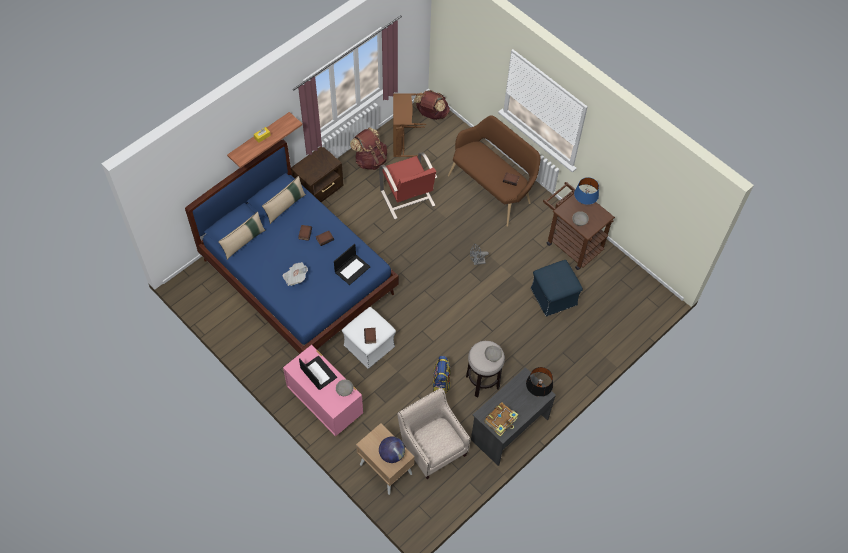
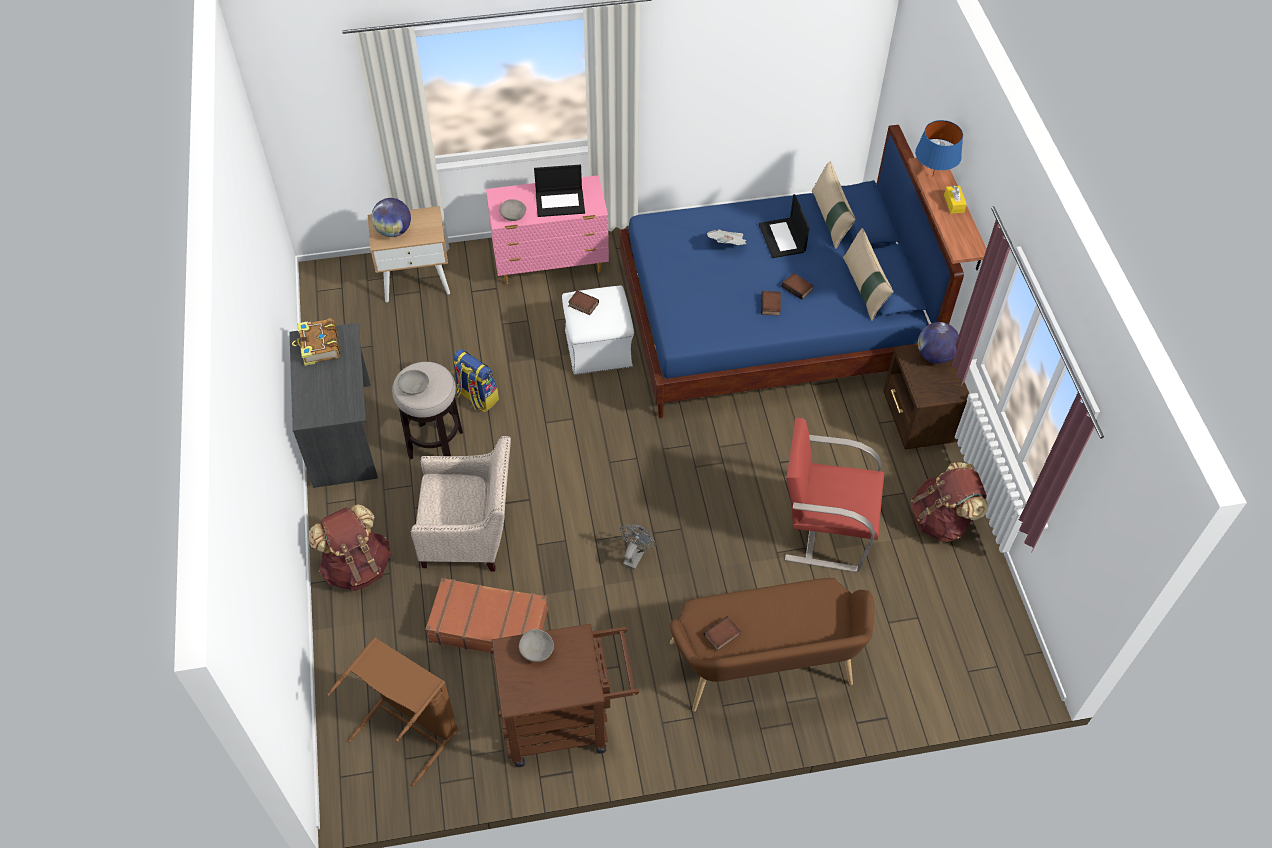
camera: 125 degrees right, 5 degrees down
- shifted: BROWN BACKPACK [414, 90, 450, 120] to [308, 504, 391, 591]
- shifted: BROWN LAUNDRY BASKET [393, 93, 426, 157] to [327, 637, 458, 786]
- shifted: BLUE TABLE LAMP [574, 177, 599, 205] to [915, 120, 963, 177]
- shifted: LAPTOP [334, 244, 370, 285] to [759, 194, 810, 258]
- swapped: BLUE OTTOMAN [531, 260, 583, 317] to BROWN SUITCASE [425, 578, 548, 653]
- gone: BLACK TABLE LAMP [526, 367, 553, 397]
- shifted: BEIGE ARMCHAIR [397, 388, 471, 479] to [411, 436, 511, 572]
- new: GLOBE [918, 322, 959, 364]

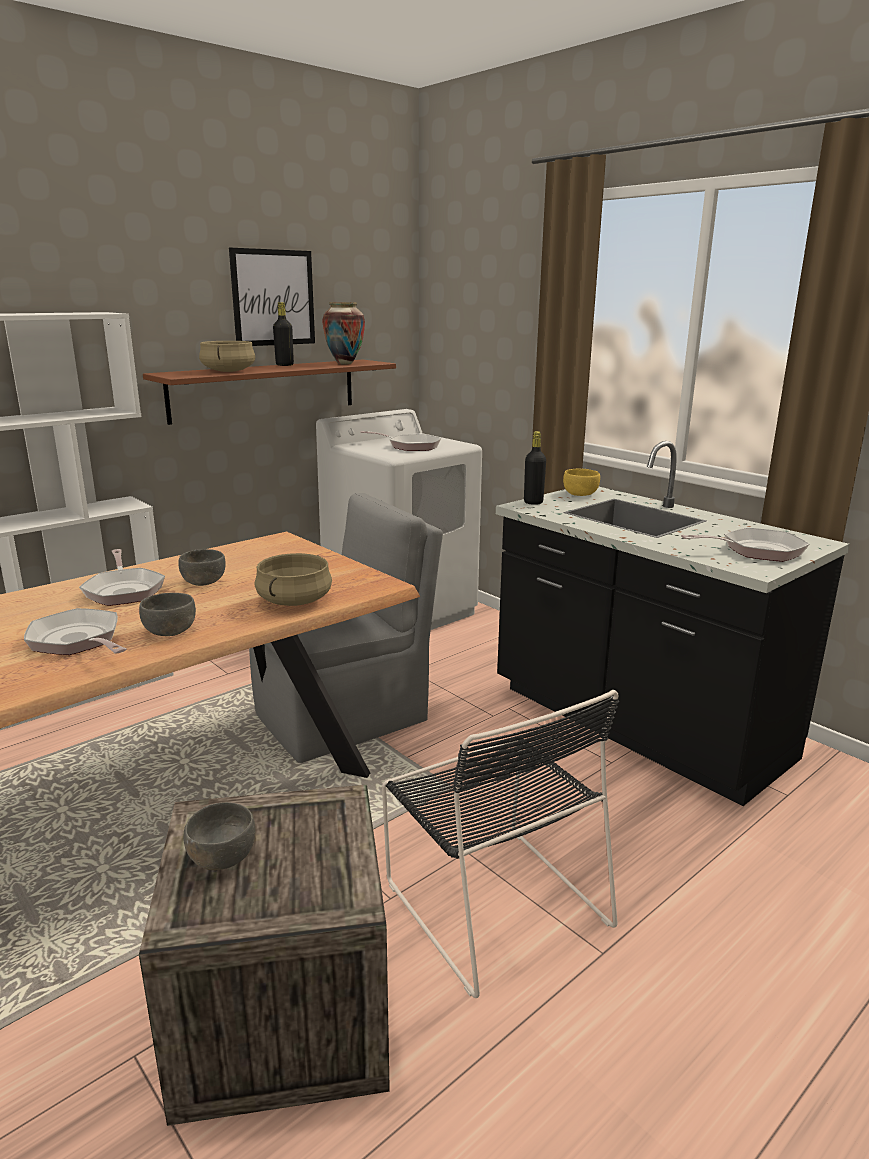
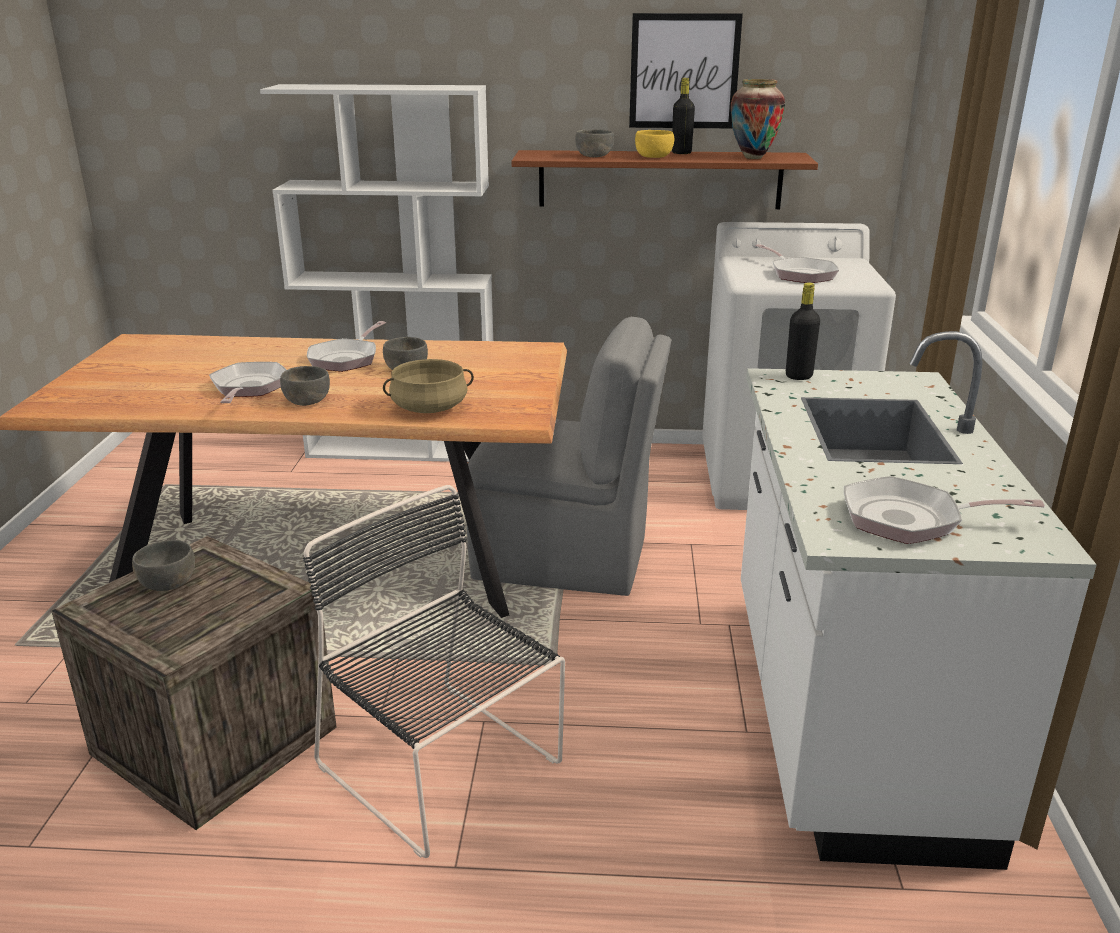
camera: 45 degrees right, 5 degrees up
- swapped: BEIGE COOKING POT [199, 341, 255, 372] to GREY BOWL [575, 129, 614, 157]
- repainted: BLACK COUNTER [496, 441, 850, 806] to WHITE COUNTER [741, 331, 1097, 870]
- shifted: YELLOW BOWL [563, 468, 600, 496] to [635, 130, 674, 158]
- rotated: FRYING PAN [681, 528, 810, 562] = [844, 476, 1045, 544] 150 degrees clockwise
- rotated: BLACK CHAIR [382, 690, 619, 998] = [303, 485, 565, 858] 120 degrees clockwise

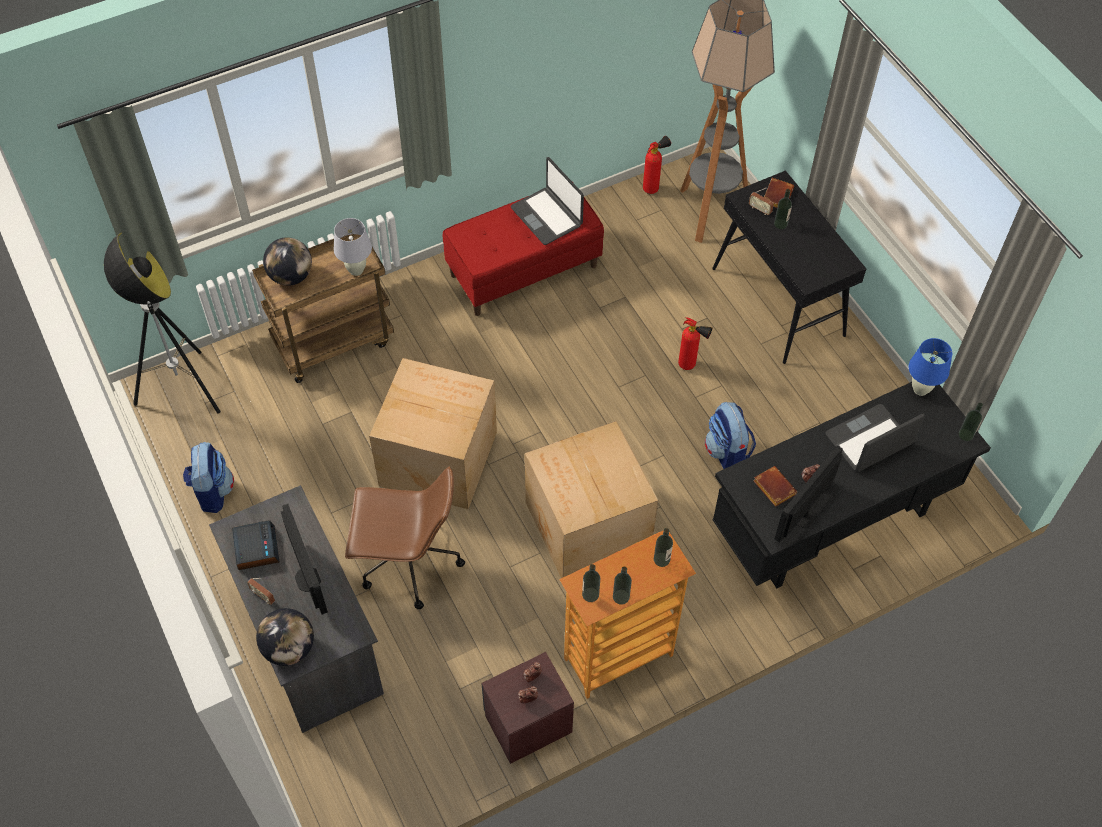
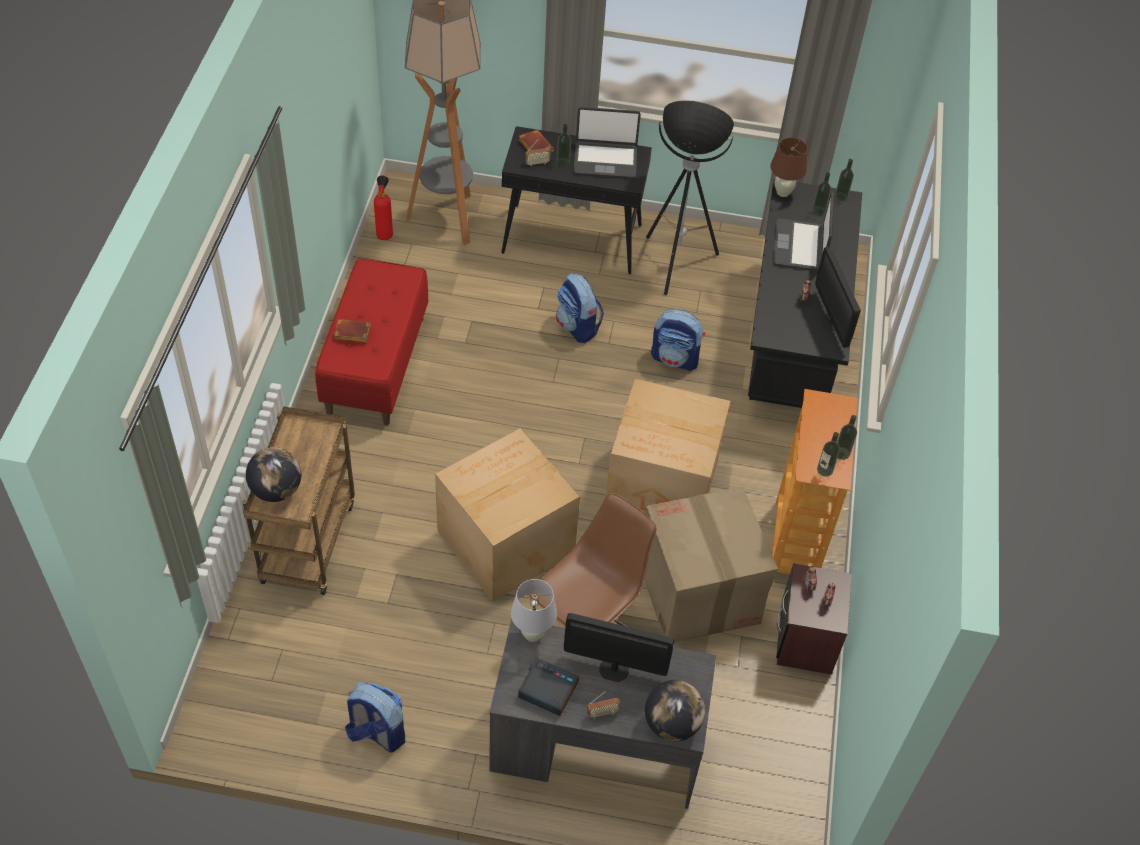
camera: 55 degrees left, 5 degrees down
- shifted: LAPTOP [511, 157, 584, 245] to [574, 107, 641, 178]
- shifted: WHITE TABLE LAMP [334, 218, 372, 276] to [511, 579, 557, 642]
- shifted: FLOOR LAMP [104, 232, 220, 414] to [646, 100, 734, 295]
- swapped: FIRE EXTINGUISHER [678, 317, 712, 370] to BACKPACK [556, 273, 604, 343]
- repainted: BLUE TABLE LAMP [909, 338, 952, 396] to BROWN TABLE LAMP [770, 138, 808, 197]
- shifted: BROWN BOOK [753, 466, 797, 507] to [334, 319, 371, 343]
- shifted: BOTTLE [654, 528, 673, 567] to [812, 172, 831, 215]
- new: CARDBOARD BOX [644, 487, 778, 642]

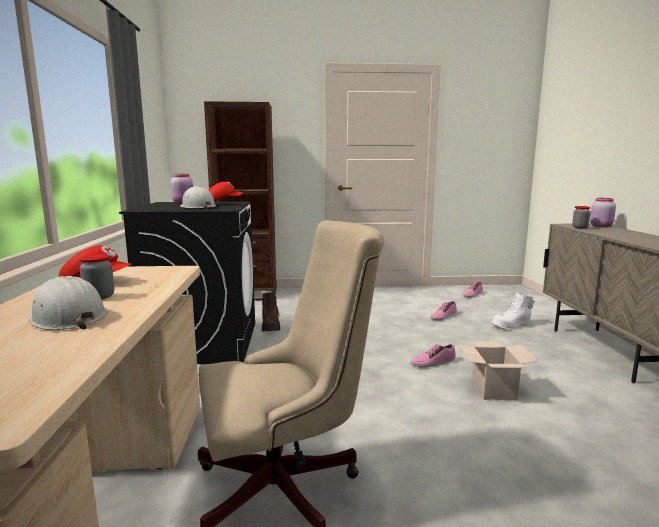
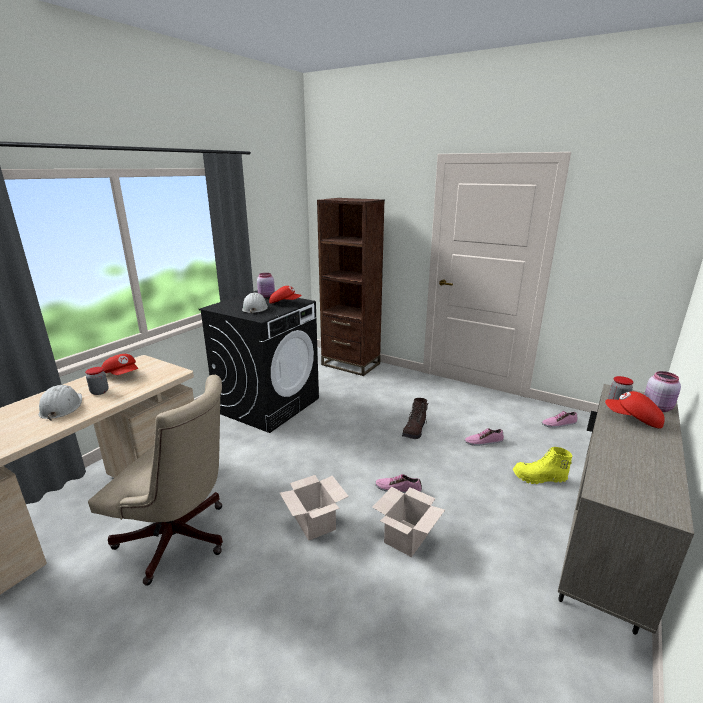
camera: 35 degrees right, 10 degrees up
- shifted: BROWN BOOT [262, 293, 280, 332] to [402, 398, 428, 439]
- repainted: WHITE BOOT [492, 293, 535, 330] to YELLOW BOOT [513, 447, 573, 484]
- new: RED CAP [605, 391, 665, 429]
- new: CARDBOARD BOX [280, 475, 349, 541]

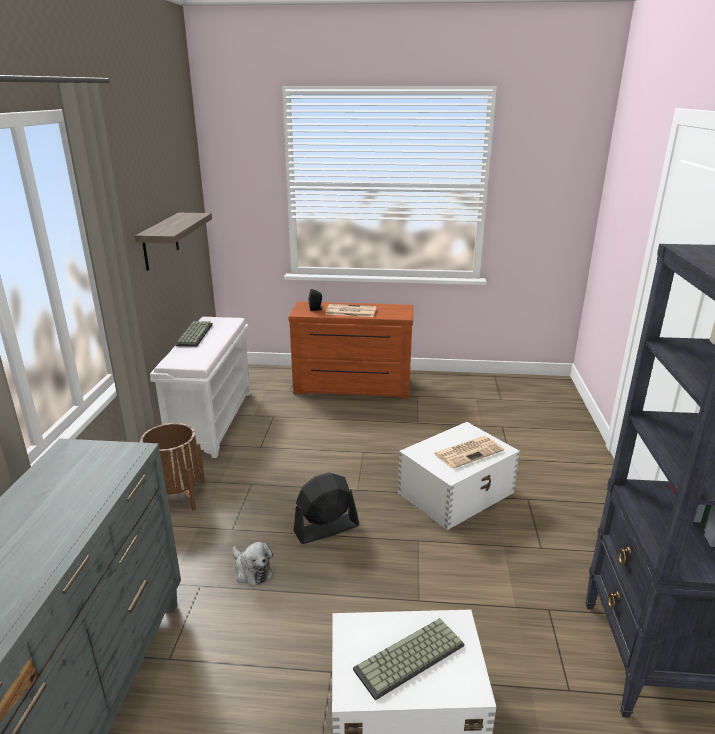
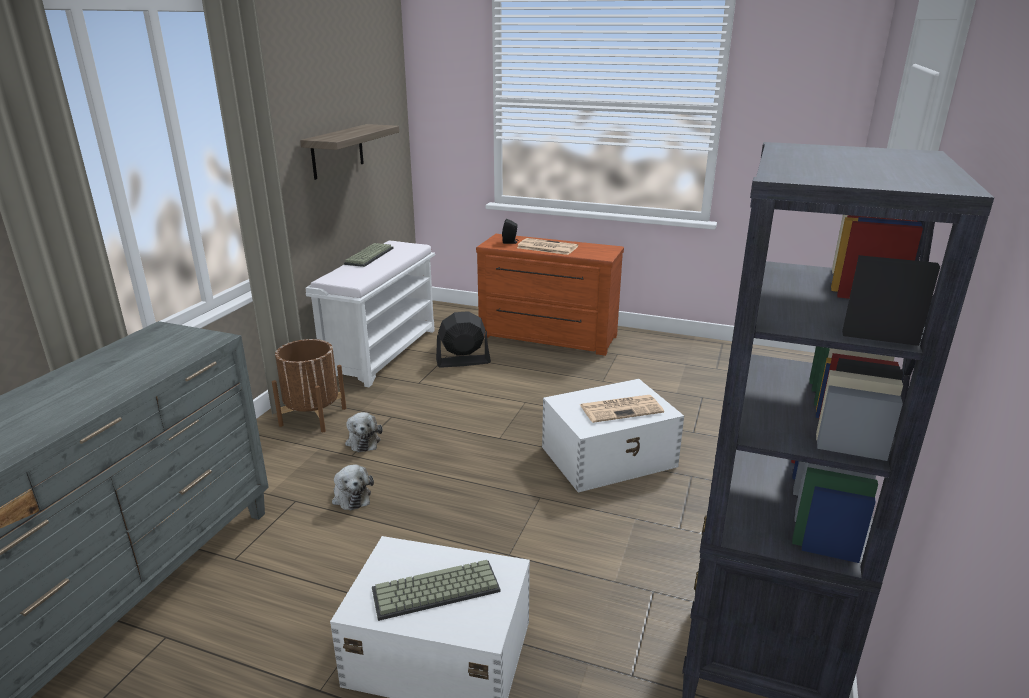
camera: 15 degrees right, 0 degrees up
- shifted: BLACK FAN [293, 472, 359, 544] to [436, 311, 491, 368]
- new: PLUSH TOY [345, 412, 382, 452]

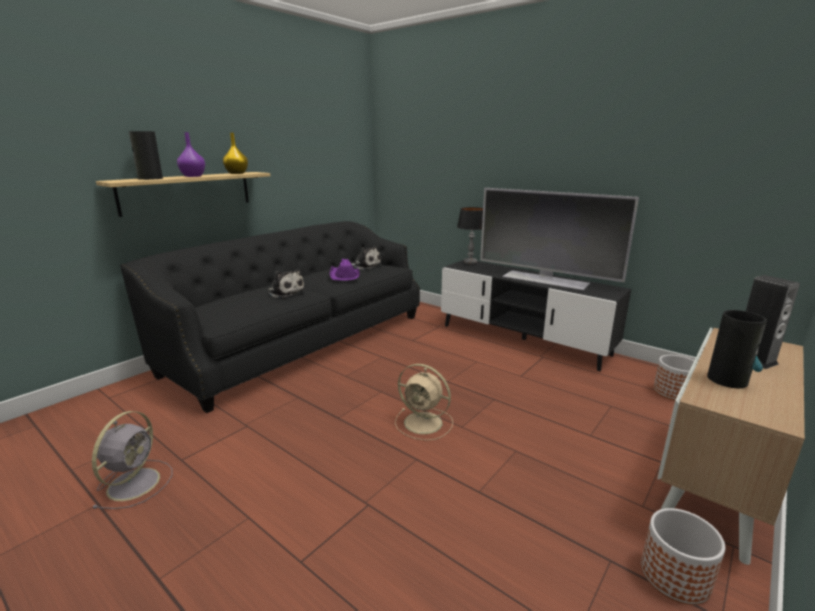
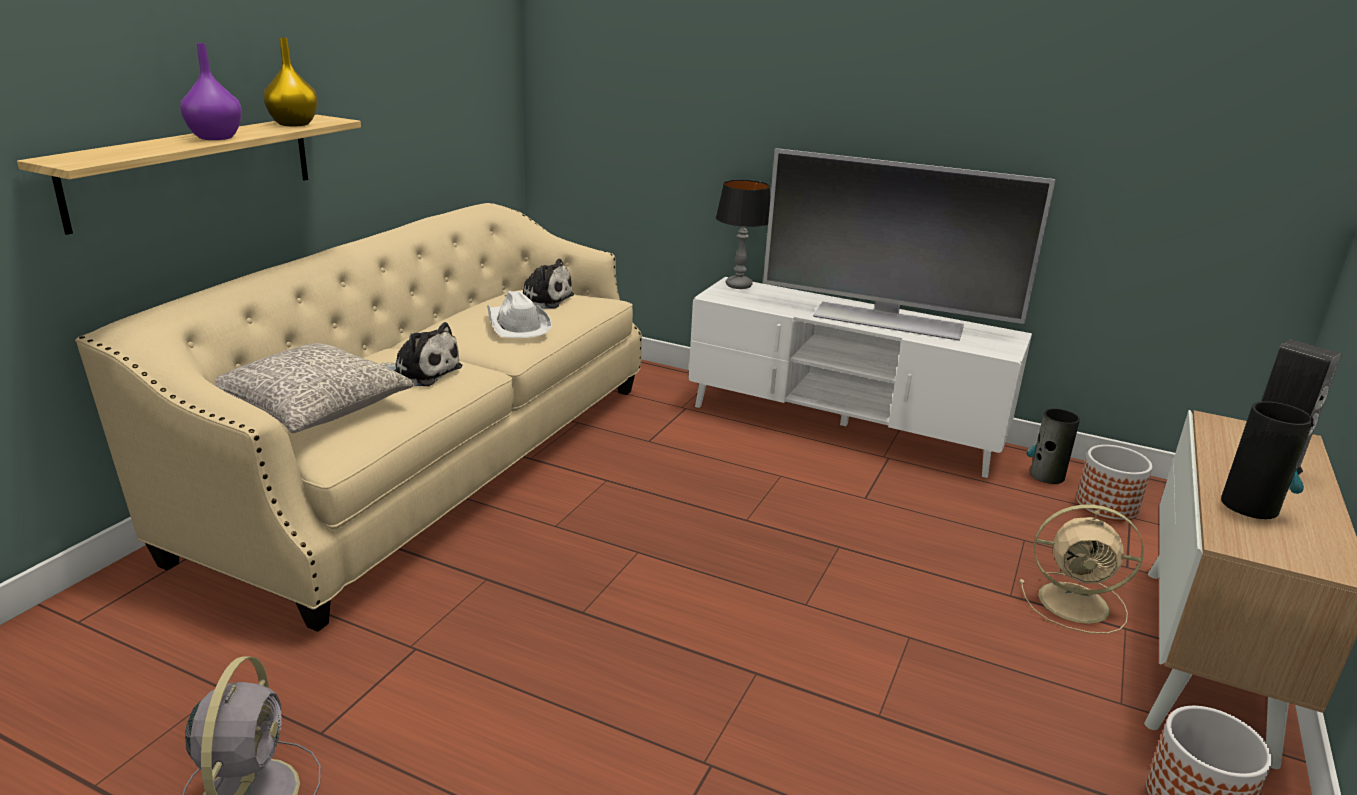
camera: 15 degrees left, 5 degrees up
- shifted: VASE [129, 131, 163, 180] to [1027, 409, 1080, 484]
- repainted: BLACK SOFA [120, 221, 420, 413] to BEIGE SOFA [75, 203, 642, 632]
- repainted: PURPLE HAT [330, 259, 360, 281] to WHITE HAT [487, 291, 552, 338]
- repainted: BLACK TV STAND [441, 260, 631, 371] to WHITE TV STAND [689, 277, 1032, 478]
- shifted: BEIGE FAN [395, 364, 453, 441] to [1020, 505, 1144, 634]
- new: GREY PILLOW [215, 343, 414, 433]

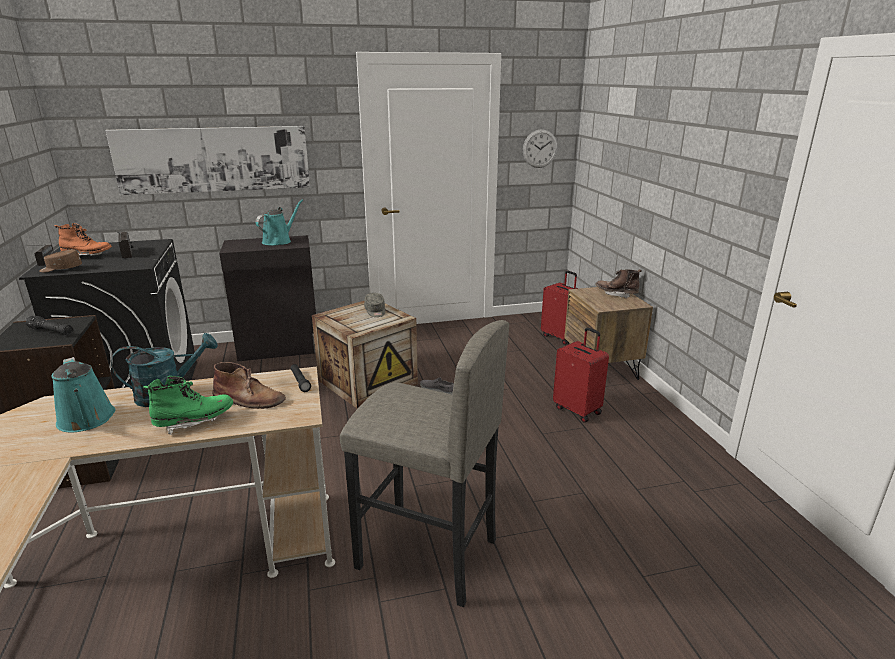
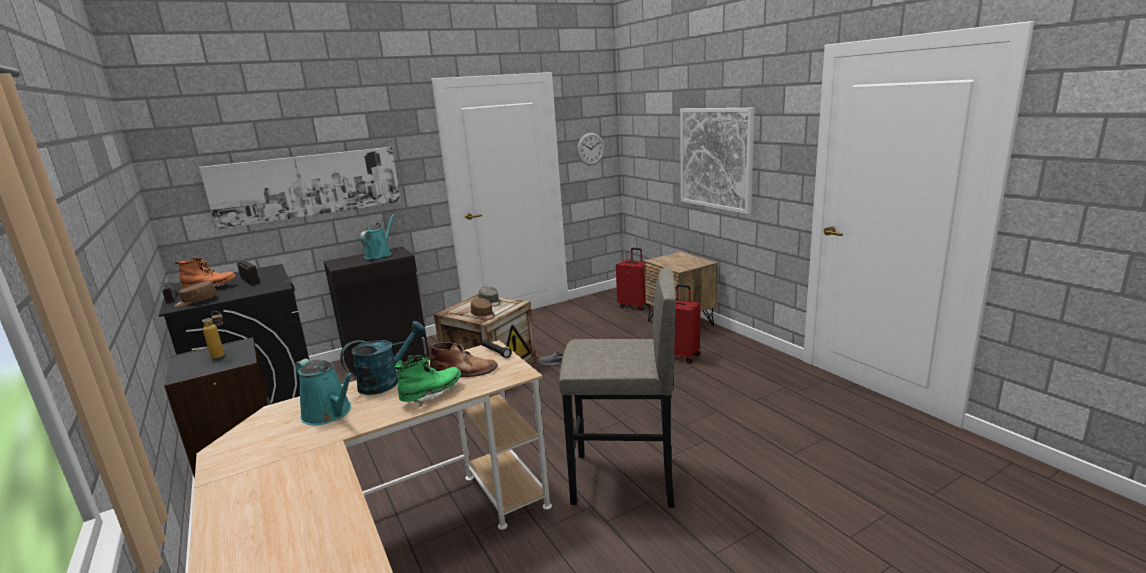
camera: 15 degrees left, 5 degrees down
- gone: BROWN BOOT [595, 269, 642, 298]
- swapped: BLACK FLASHLIGHT [25, 316, 73, 335] to BOTTLE [202, 311, 224, 359]
- new: PICTURE [680, 108, 755, 214]
- new: BROWN CAP [471, 298, 495, 320]

